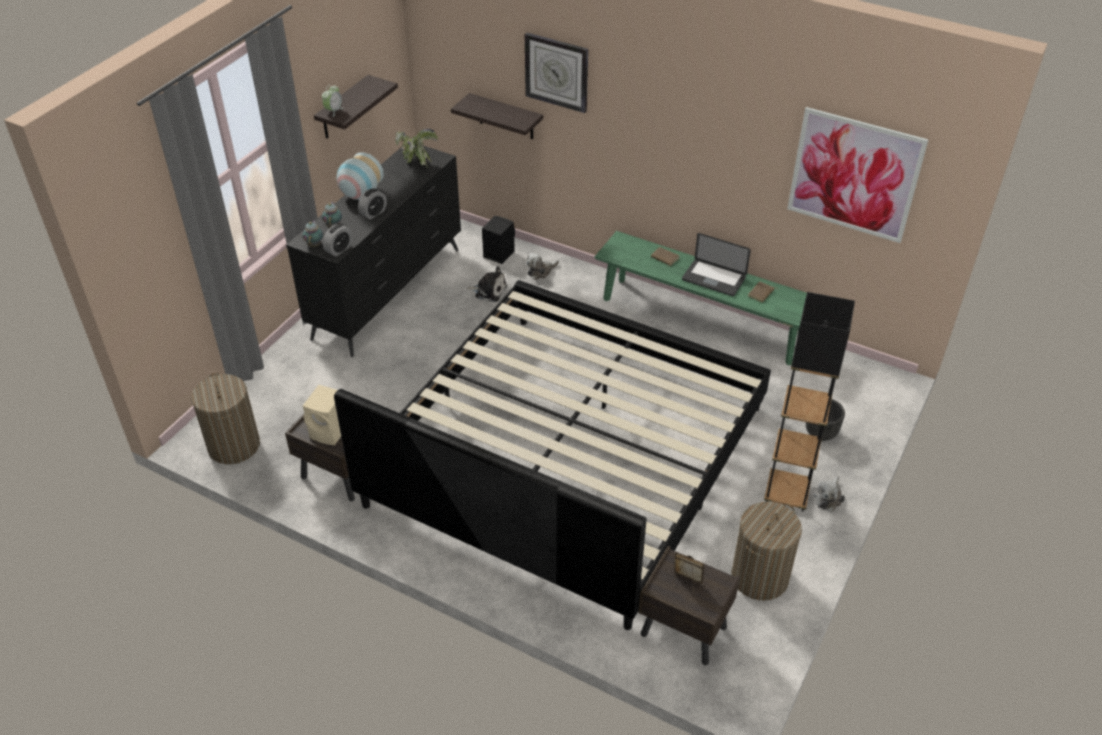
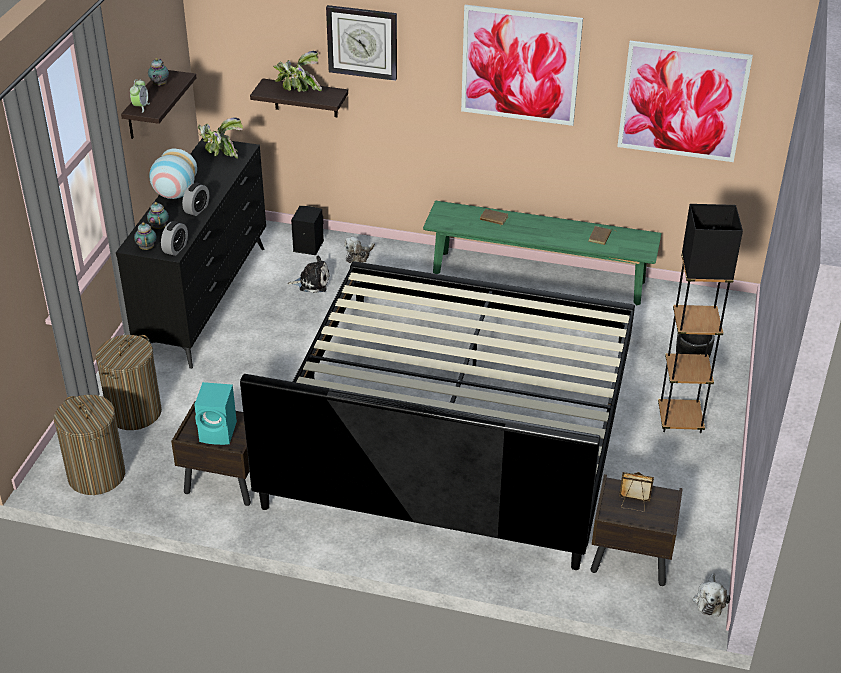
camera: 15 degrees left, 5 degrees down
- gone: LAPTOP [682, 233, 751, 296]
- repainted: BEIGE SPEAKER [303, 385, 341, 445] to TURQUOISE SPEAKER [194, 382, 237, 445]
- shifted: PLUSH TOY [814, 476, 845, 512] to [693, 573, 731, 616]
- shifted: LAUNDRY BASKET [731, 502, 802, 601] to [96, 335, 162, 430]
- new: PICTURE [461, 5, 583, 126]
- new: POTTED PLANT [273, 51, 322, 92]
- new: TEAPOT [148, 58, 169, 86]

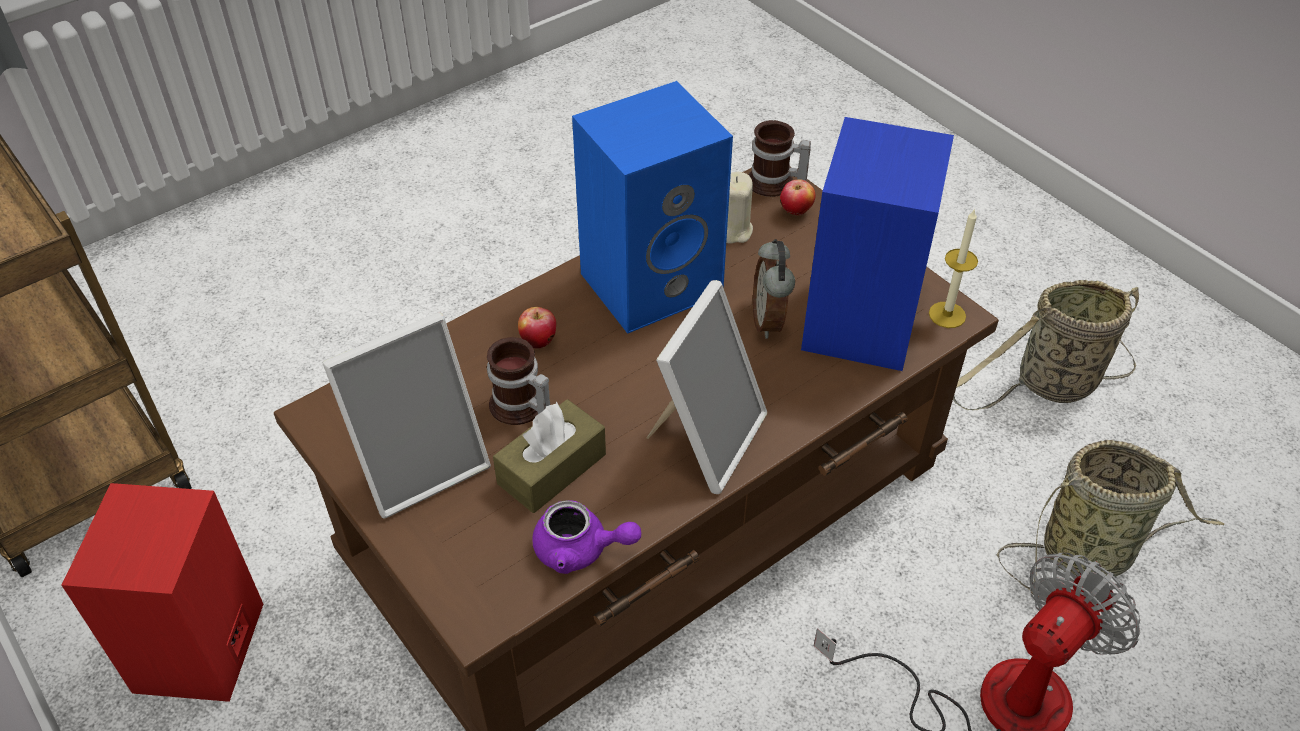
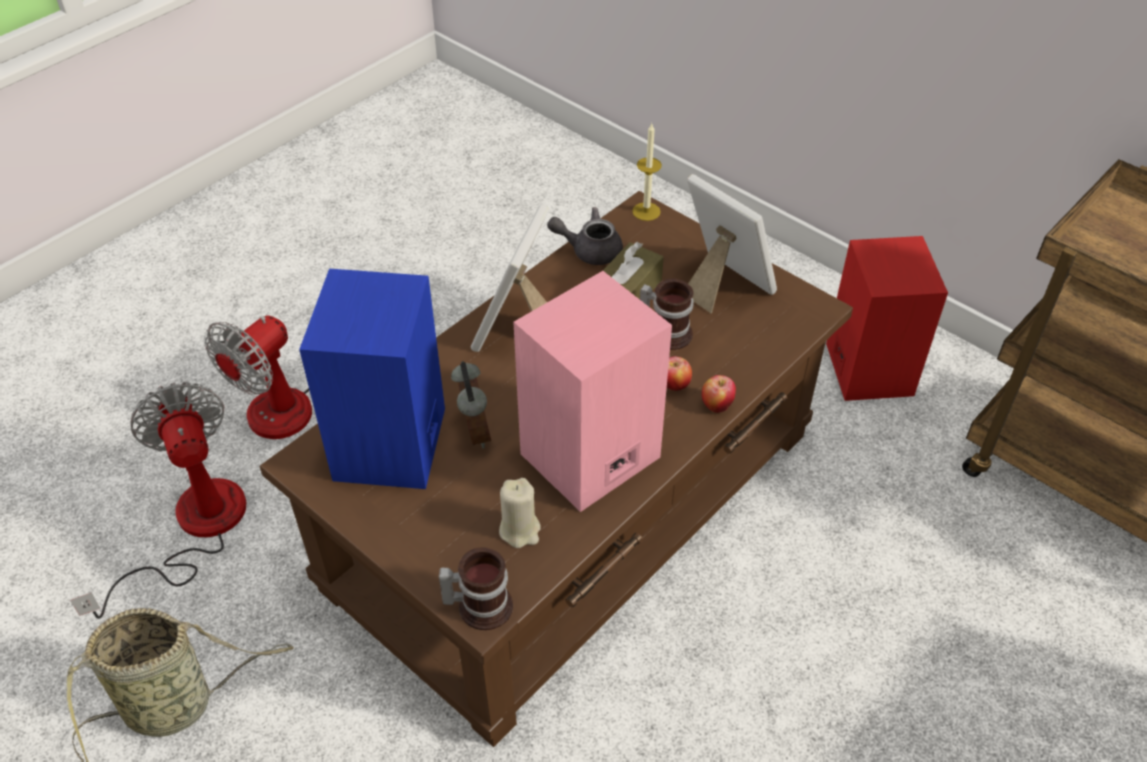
camera: 170 degrees right, 0 degrees up
- repainted: BLUE SPEAKER [572, 81, 733, 334] to PINK SPEAKER [513, 271, 672, 512]
- shifted: APPLE [780, 180, 815, 215] to [702, 375, 736, 413]
- shifted: CANDLE [929, 209, 978, 328] to [632, 124, 662, 221]
- rotated: PICTURE FRAME [323, 312, 491, 519] = [687, 174, 777, 313] 90 degrees clockwise
- swapped: BASKET [996, 440, 1224, 597] to FAN [70, 382, 247, 619]
- repainted: PURPLE TEAPOT [532, 500, 641, 574] to GREY TEAPOT [547, 207, 623, 265]

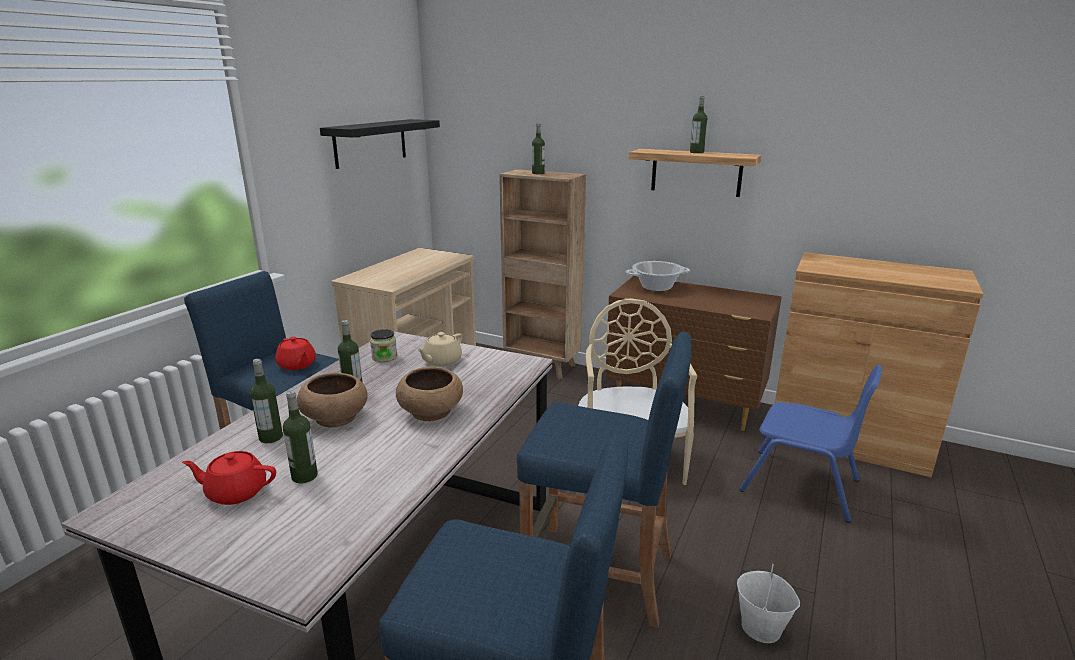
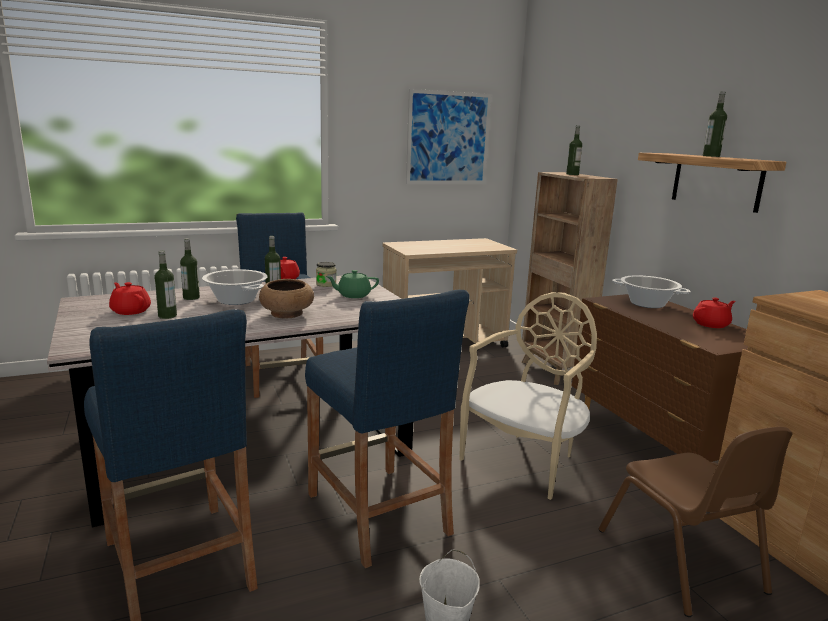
camera: 40 degrees right, 5 degrees down
- swapped: BLACK SHELF [320, 119, 440, 169] to PICTURE [406, 89, 491, 184]
- repainted: BEIGE TEAPOT [417, 332, 462, 367] to GREEN TEAPOT [326, 270, 379, 298]
- repainted: BLUE CHAIR [740, 365, 882, 523] to BROWN CHAIR [598, 426, 793, 617]
- swapped: BROWN BOWL [297, 372, 368, 428] to COOKING POT [202, 269, 268, 305]
- new: RED TEAPOT [693, 297, 735, 328]

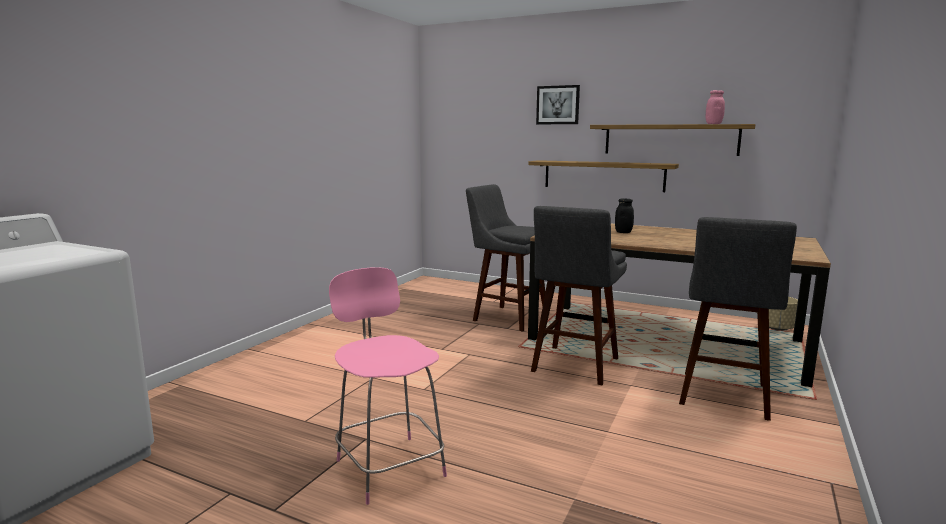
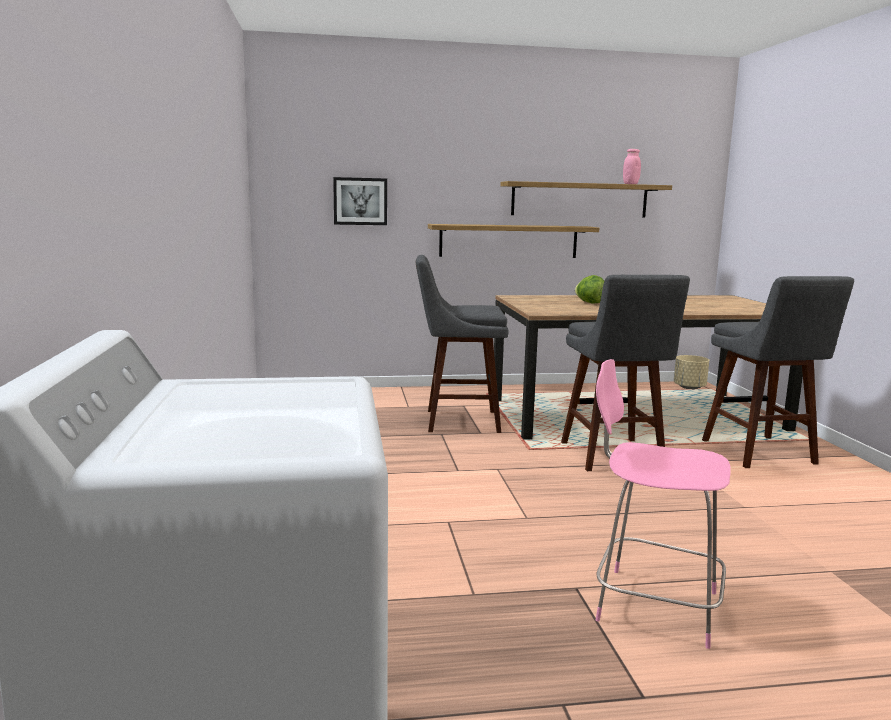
camera: 35 degrees left, 0 degrees up
- shifted: PICTURE [536, 85, 580, 124] to [333, 177, 387, 225]
- swapped: BLACK JAR [615, 198, 634, 233] to LETTUCE [575, 275, 604, 304]

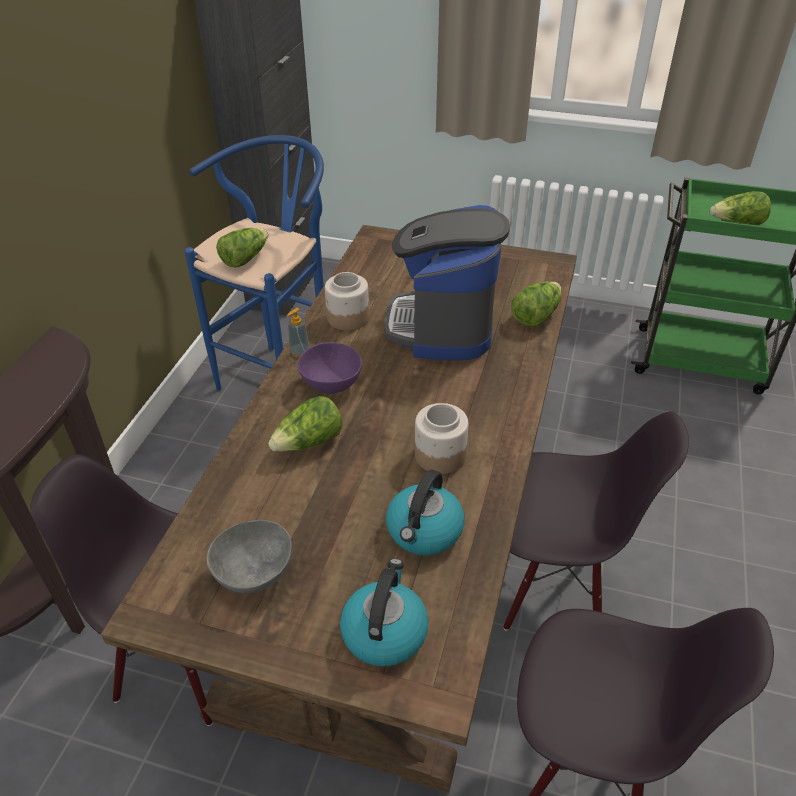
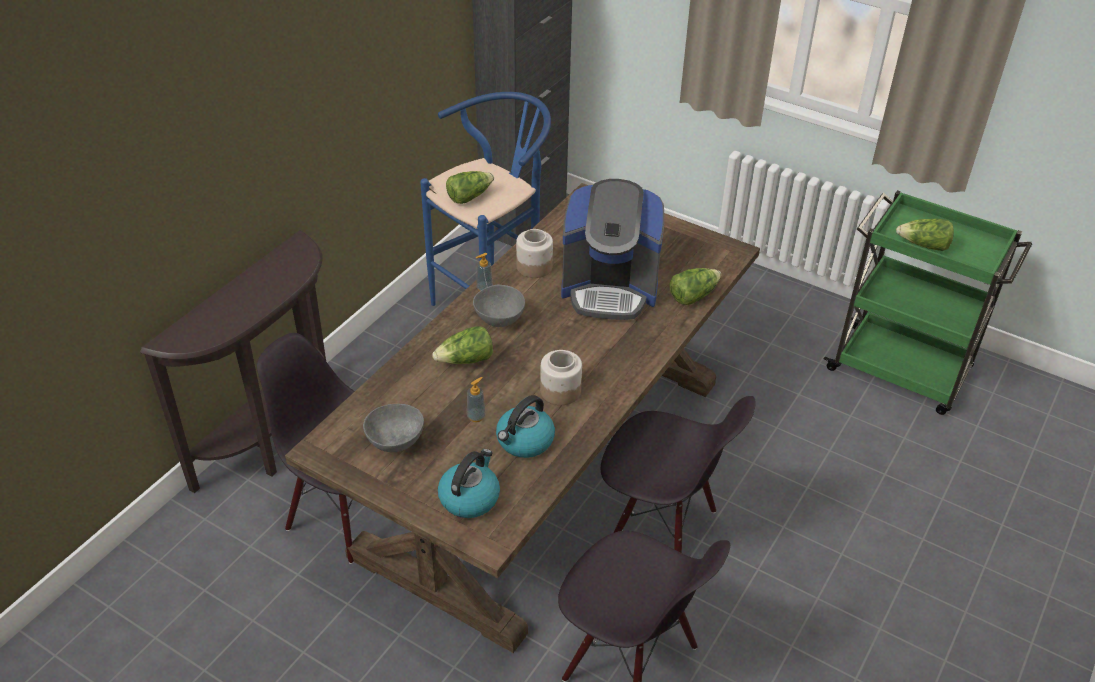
camera: 15 degrees right, 0 degrees up
- rotated: COFFEE MACHINE [384, 205, 510, 360] = [561, 179, 664, 320] 105 degrees counterclockwise
- repainted: PURPLE BOWL [297, 342, 362, 394] to GREY BOWL [473, 285, 525, 327]
- new: SOAP DISPENSER [467, 377, 486, 422]

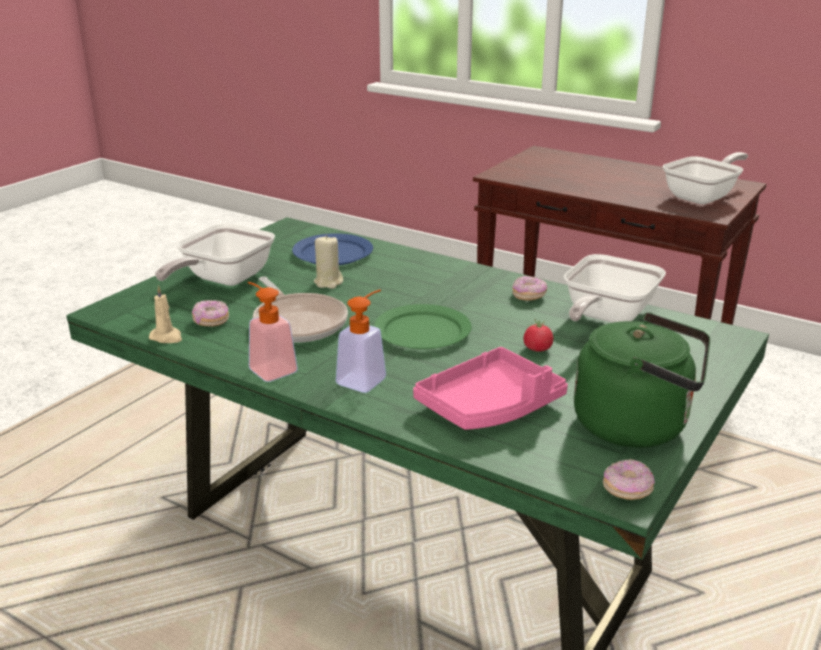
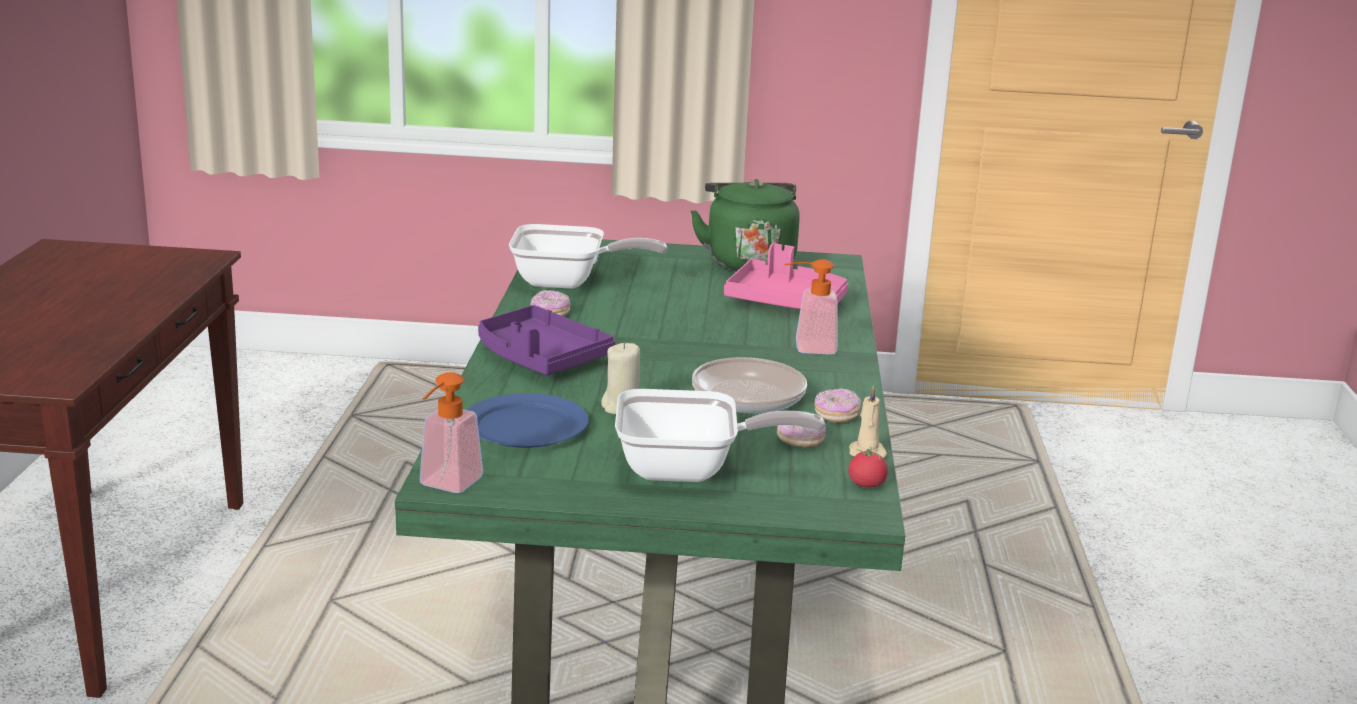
camera: 120 degrees left, 5 degrees down
- gone: FRYING PAN [663, 152, 748, 204]
- shifted: SOAP DISPENSER [248, 282, 298, 382] to [419, 372, 483, 493]
- gone: GREEN PLATE [374, 304, 472, 349]
- shifted: TOMATO [524, 320, 553, 352] to [848, 446, 888, 488]
- shifted: DONUT [603, 459, 655, 500] to [815, 388, 861, 423]
- new: PURPLE TRAY [478, 305, 615, 375]

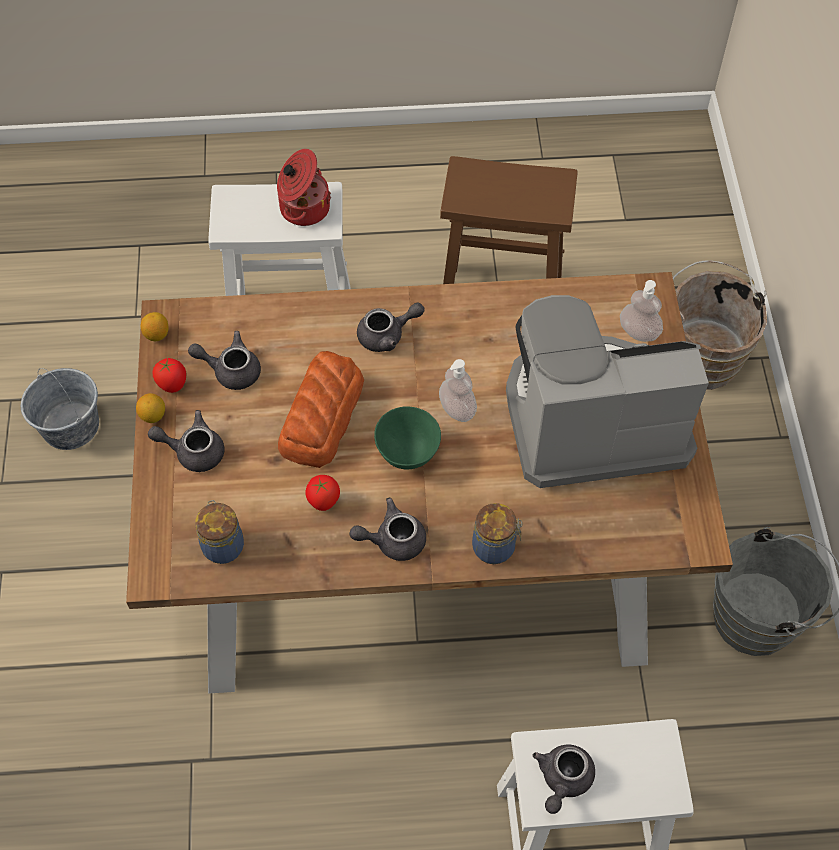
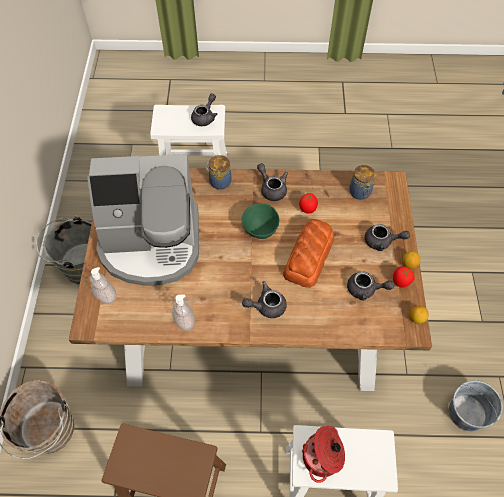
camera: 175 degrees left, 0 degrees up
- shifted: SOAP DISPENSER [439, 359, 477, 422] to [172, 294, 195, 331]
- rotated: GREY TEAPOT [350, 498, 426, 561] = [257, 163, 288, 201] 120 degrees counterclockwise

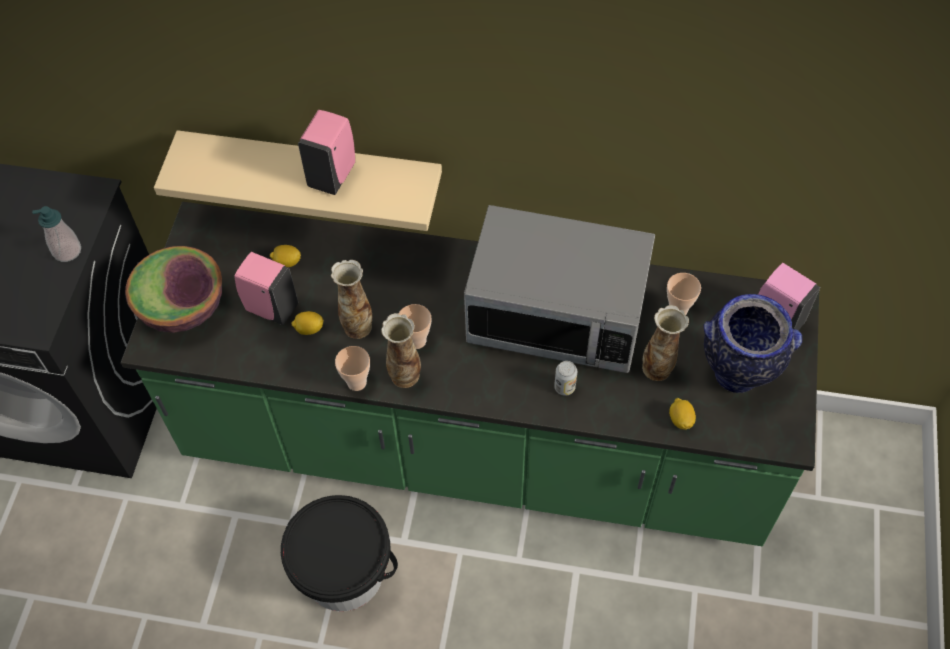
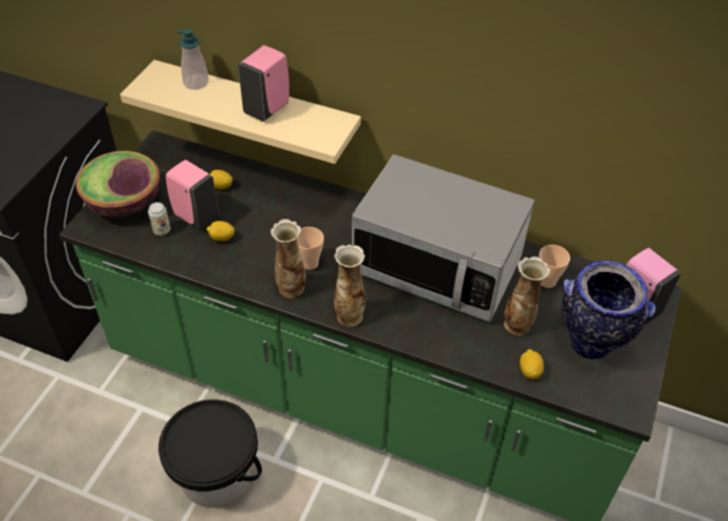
camera: 10 degrees right, 10 degrees down
- shifted: SOAP DISPENSER [32, 206, 81, 262] to [177, 29, 209, 90]
- shifted: VASE [331, 260, 372, 339] to [334, 245, 366, 326]
- gone: CUP [335, 346, 370, 391]
- shifted: CAN [554, 361, 577, 396] to [148, 202, 170, 236]

